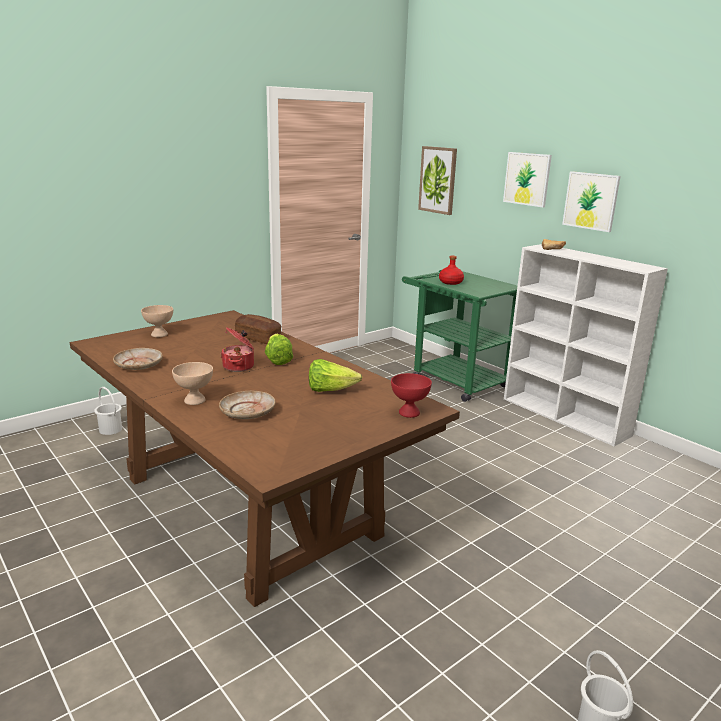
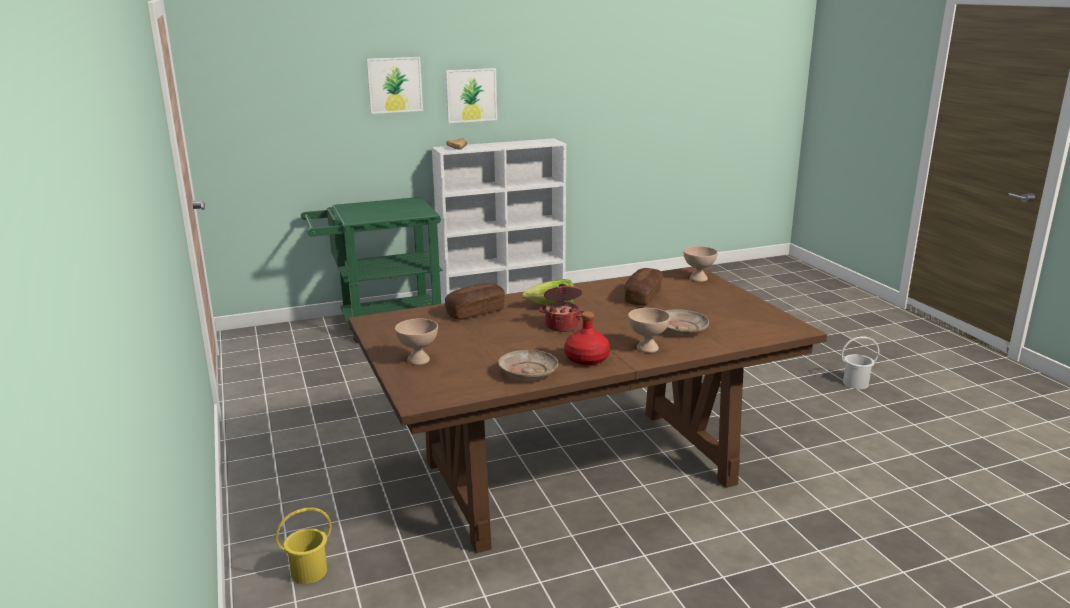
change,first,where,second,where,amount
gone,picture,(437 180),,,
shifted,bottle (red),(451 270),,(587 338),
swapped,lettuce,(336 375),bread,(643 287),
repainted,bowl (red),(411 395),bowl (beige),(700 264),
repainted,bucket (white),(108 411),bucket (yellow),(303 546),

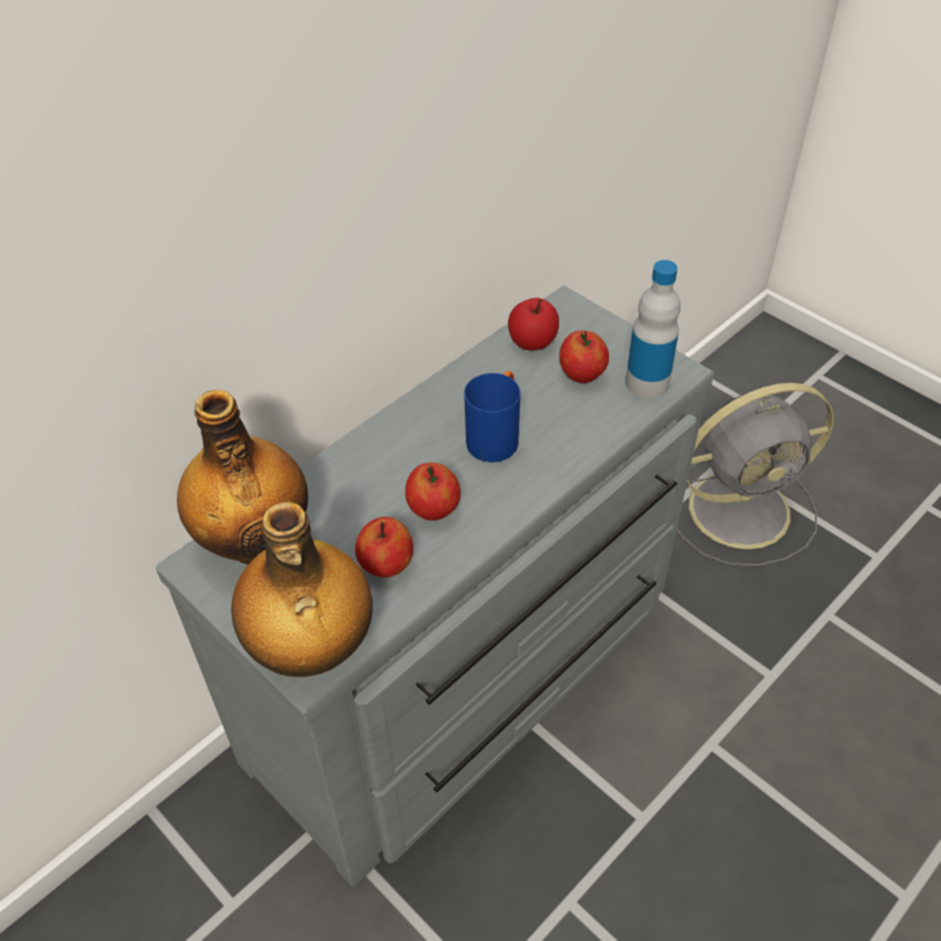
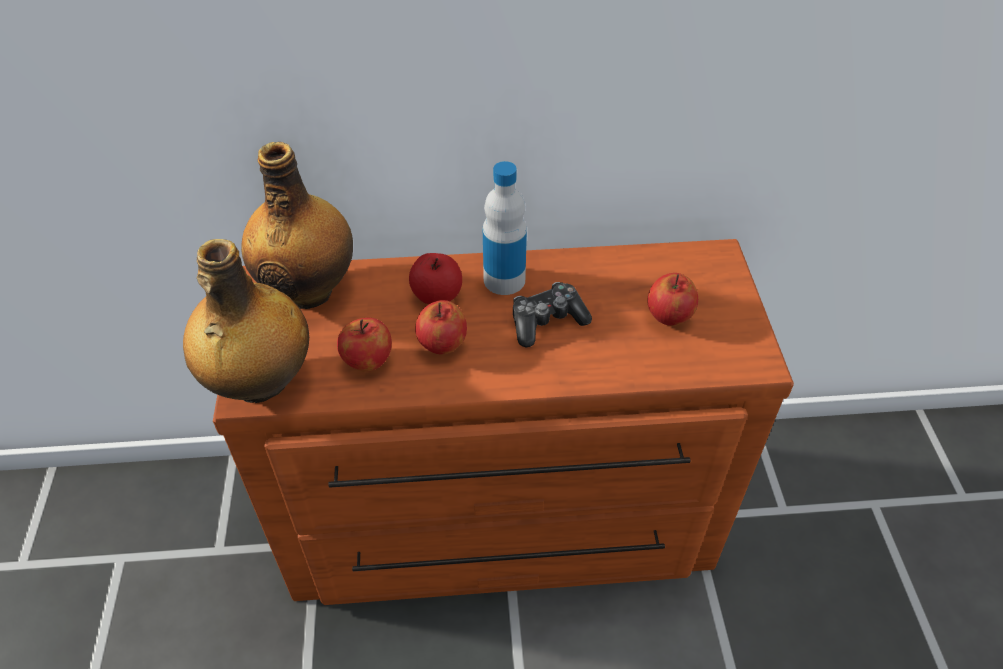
change,first,where,second,where,amount
shifted,bottle,(653 329),,(505 228),
repainted,dresser (grey),(435 586),dresser (brown),(503 422),
shifted,apple,(533 324),,(435 278),
swapped,mug (blue),(492 416),game controller,(552 314),
gone,fan (grey),(755 474),,,

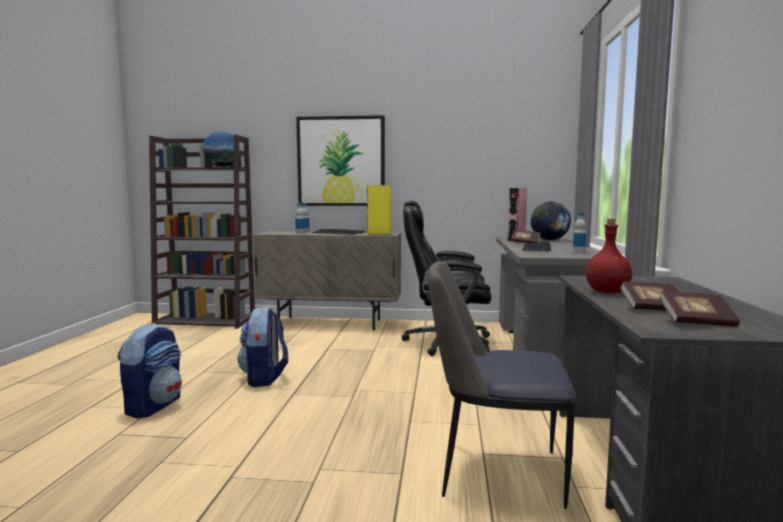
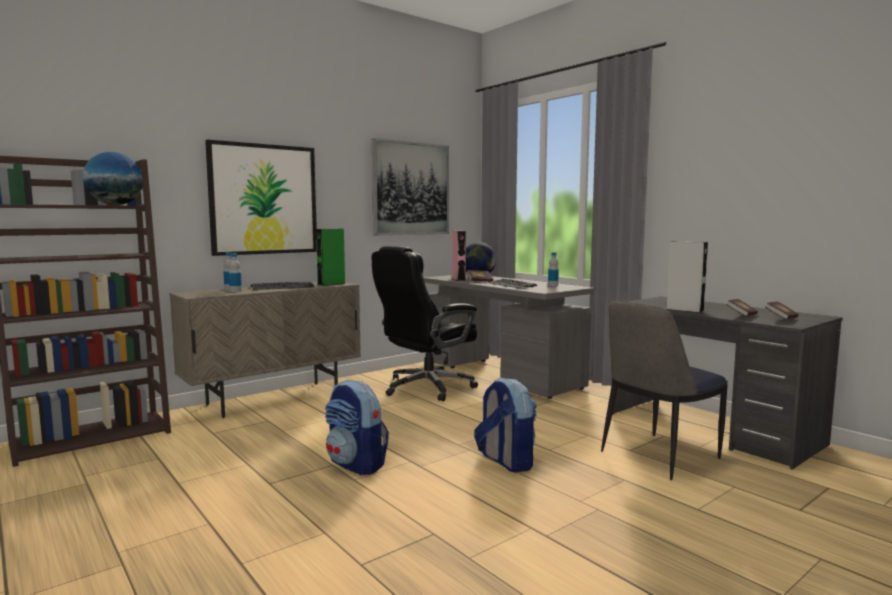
change,first,where,second,where,amount
repainted,speaker (yellow),(379 210),speaker (green),(330 257),
swapped,bottle (red),(609 256),speaker (grey),(687 277),
shifted,backpack,(150 370),,(505 424),
new,,,picture,(410 186),

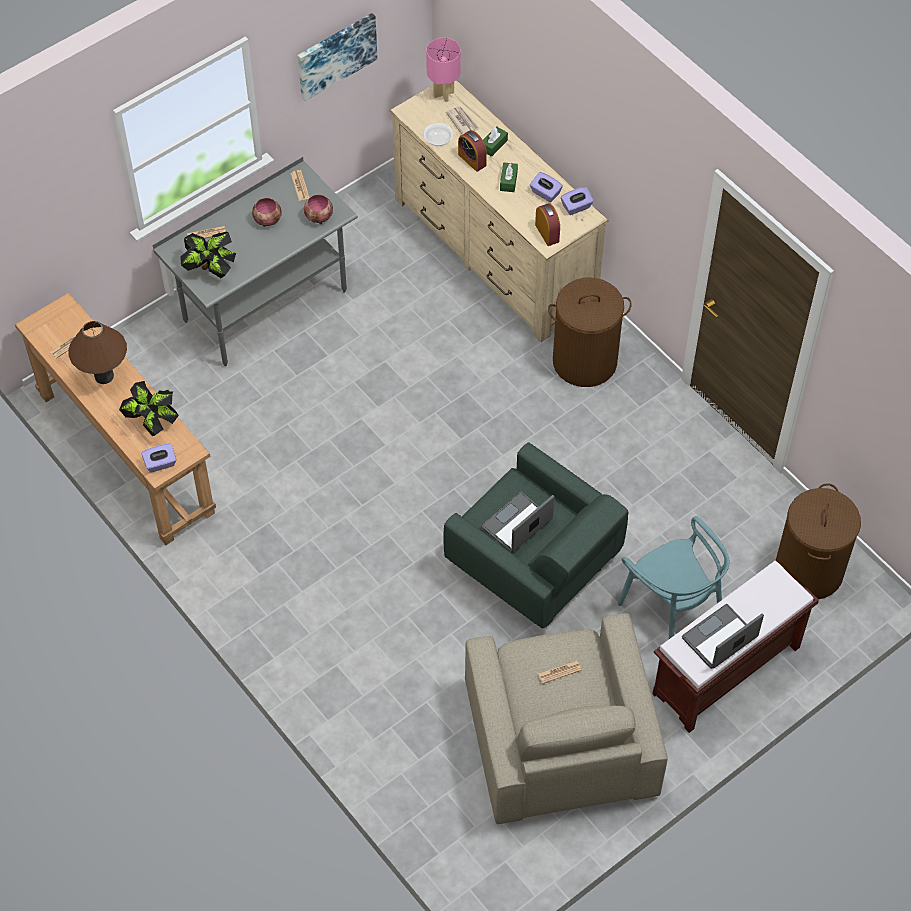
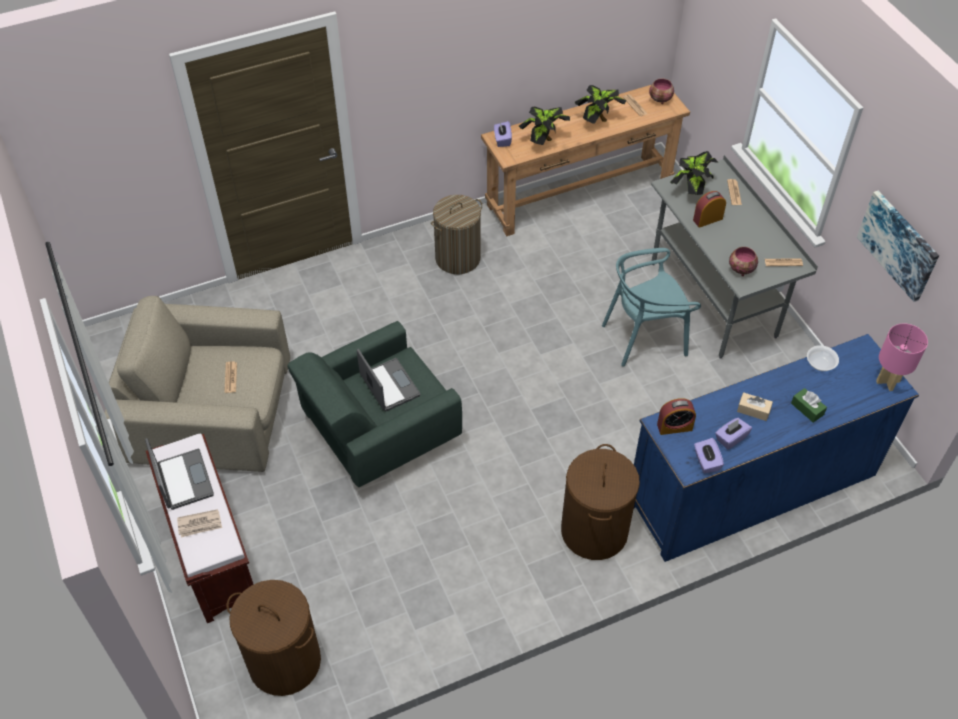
change,first,where,second,where,amount
repainted,dresser (beige),(499 211),dresser (blue),(776 448),
shifted,newspaper,(462 120),,(199 523),
shifted,alarm clock,(472 151),,(709 209),
repainted,tissue box (green),(509 177),tissue box (beige),(755 406),
shifted,bowl,(267 212),,(661 91),
swapped,table lamp (brown),(97 352),potted plant,(600 104),
shifted,chair (turquoise),(673 577),,(651 307),
new,,,laundry basket,(456 234),

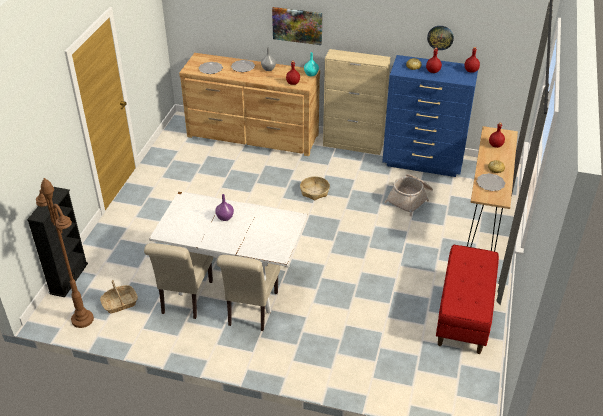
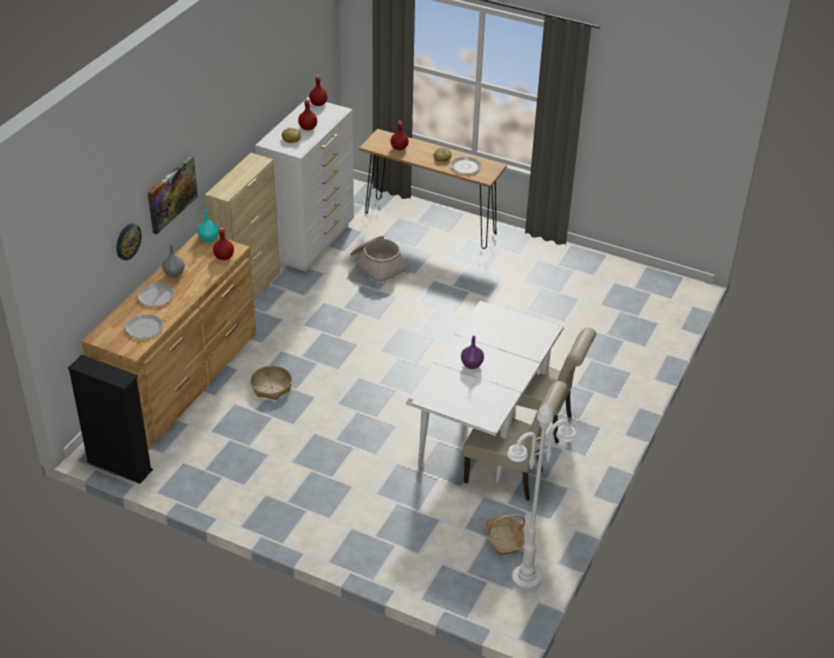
change,first,where,second,where,amount
shifted,wall clock,(440 38),,(129 242),
repainted,dresser (blue),(430 116),dresser (white),(304 184),
shifted,basket,(315 188),,(271 383),
repainted,floor lamp (brown),(65 253),floor lamp (white),(541 497),
shifted,bookcase (black),(57 242),,(110 419),
gone,bench (red),(467 299),,,

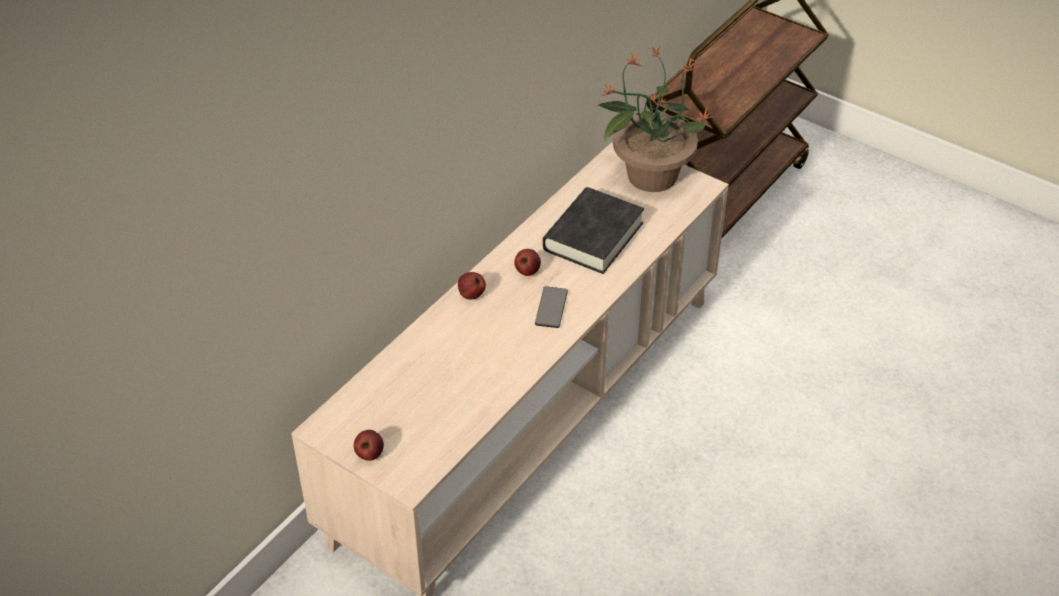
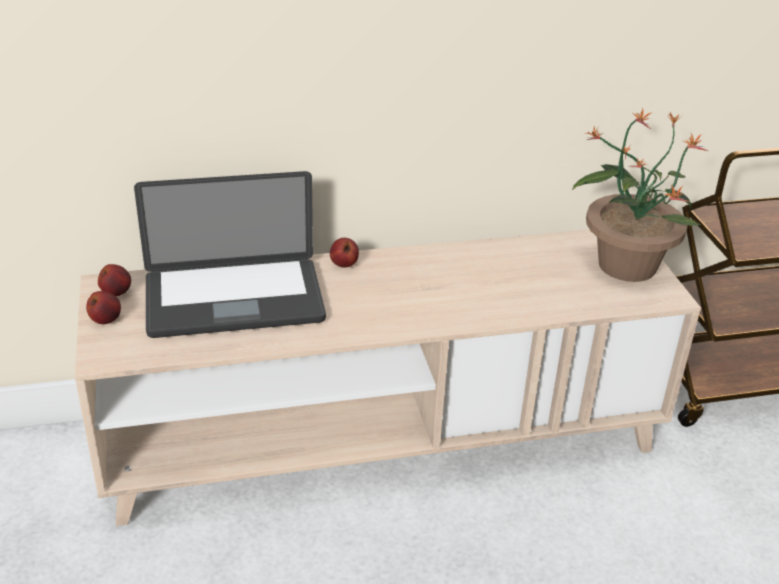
change,first,where,second,where,amount
gone,book (black),(593 230),,,
shifted,apple,(527 262),,(114 280),
gone,phone,(551 307),,,
new,,,laptop,(230 254),

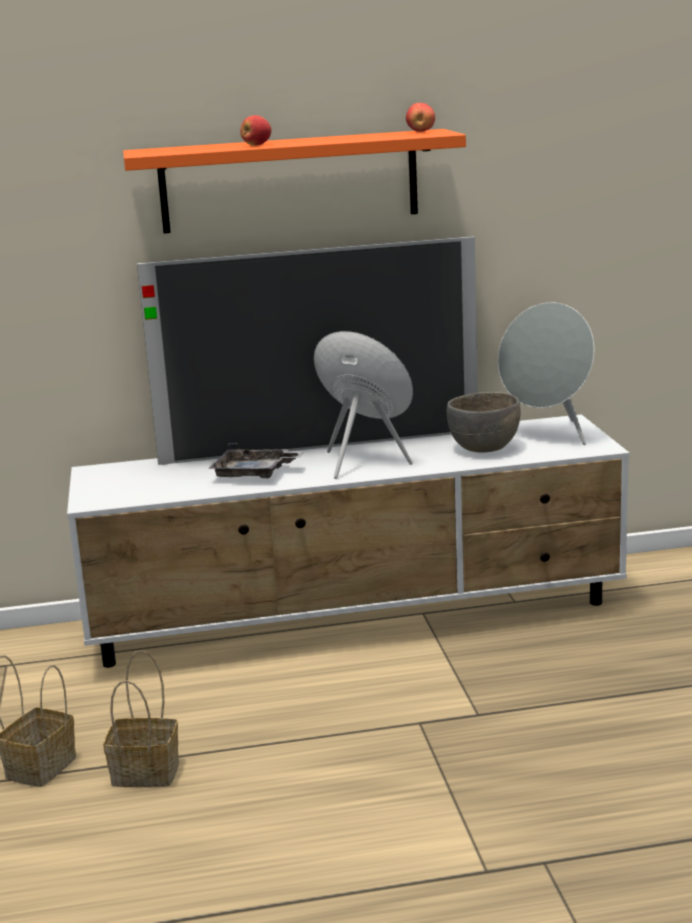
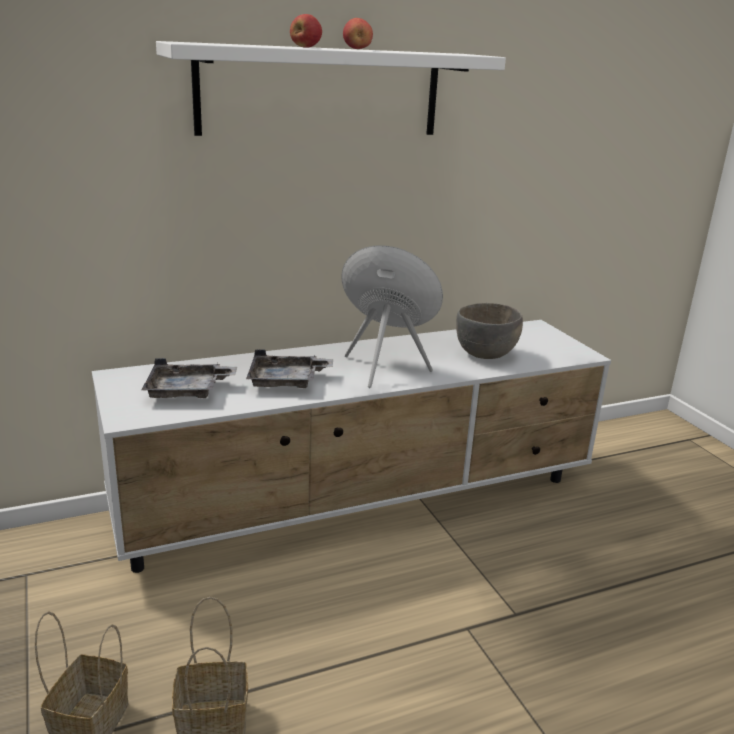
change,first,where,second,where,amount
shifted,apple,(420 117),,(358 33),
repainted,shelf (orange),(294 181),shelf (white),(331 88),
gone,television,(307 350),,,
gone,speaker (grey),(546 373),,,
new,,,tray (grey),(189 378),

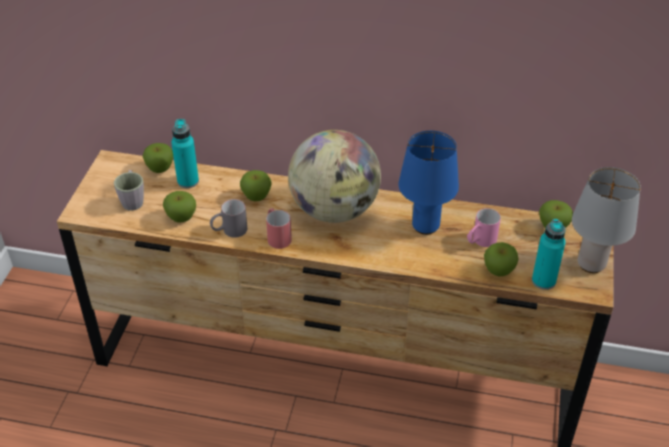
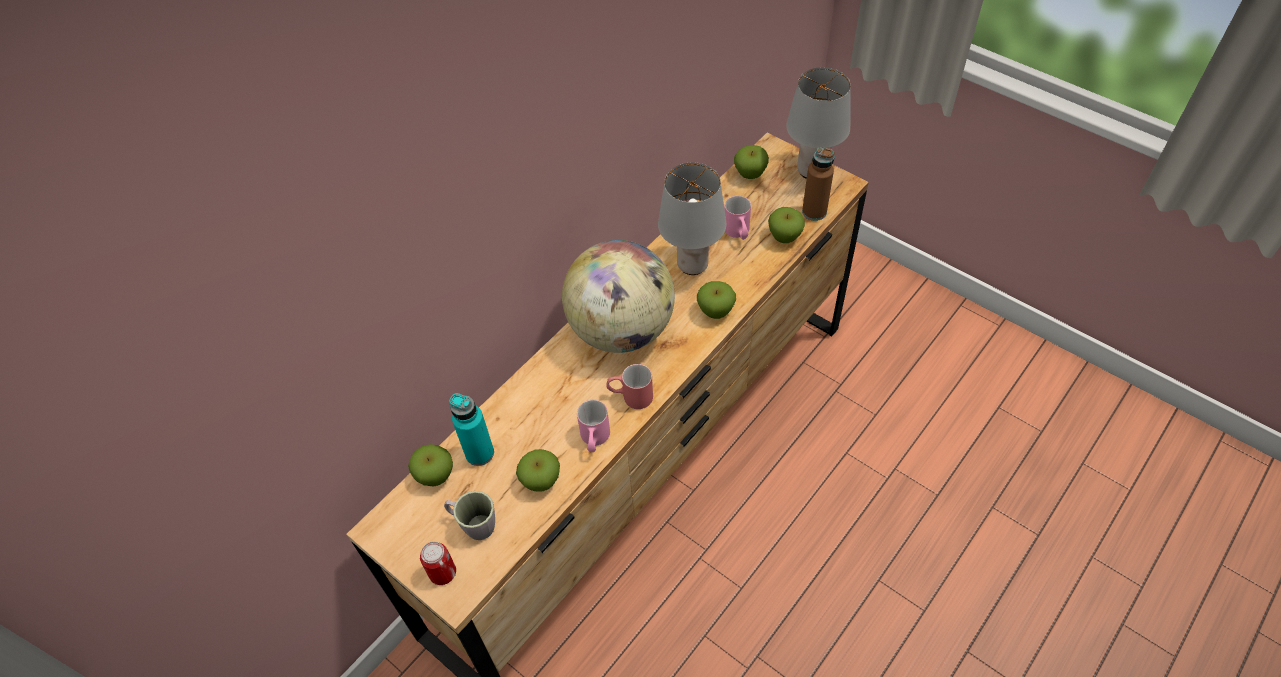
change,first,where,second,where,amount
repainted,table lamp (blue),(429 183),table lamp (grey),(692 219),
shifted,apple,(256 185),,(716 300),
repainted,mug (grey),(228 218),mug (pink),(593 426),
repainted,bottle (turquoise),(549 254),bottle (brown),(818 184),
new,,,can,(438 563),

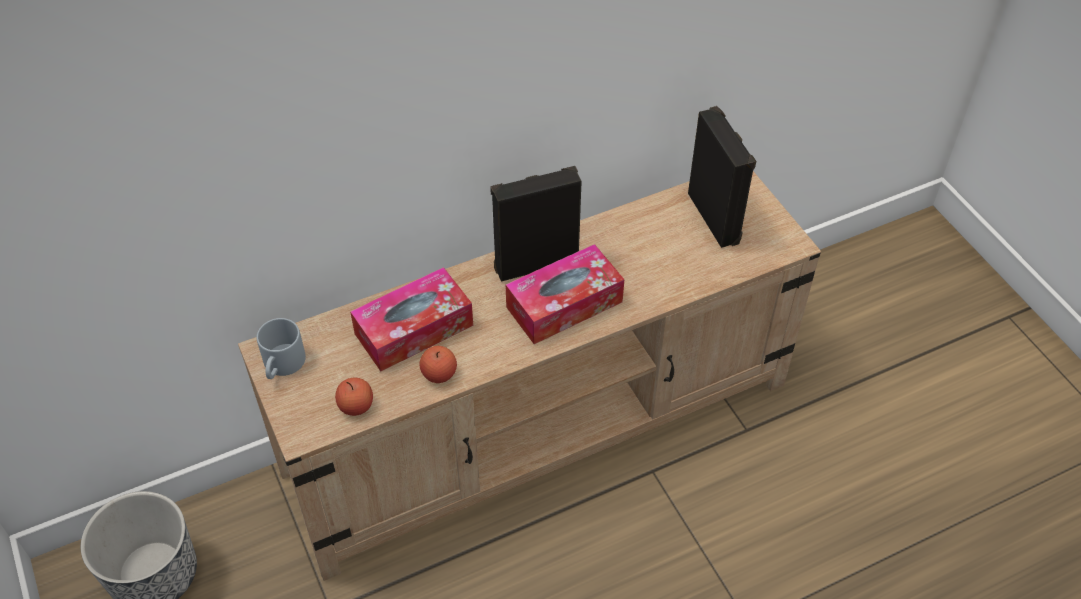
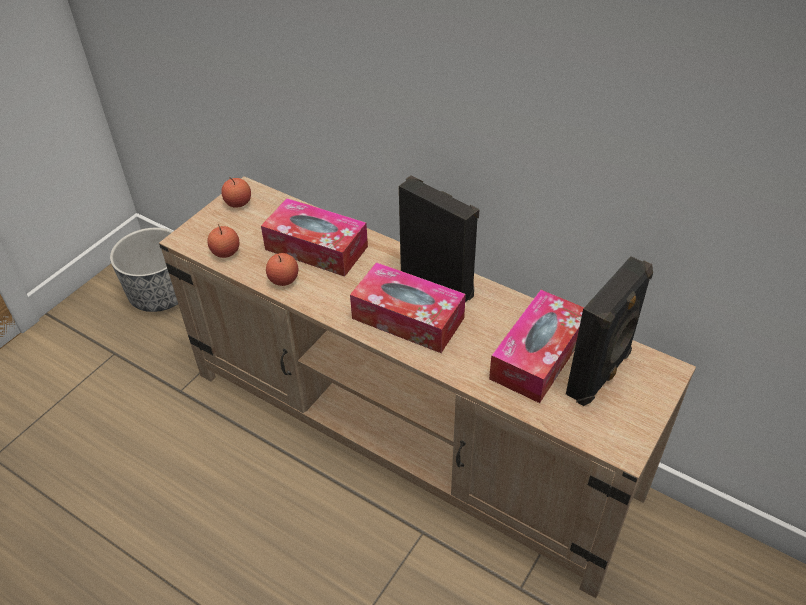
change,first,where,second,where,amount
swapped,mug (grey),(281 348),apple,(236 193),
new,,,tissue box,(536 346),

